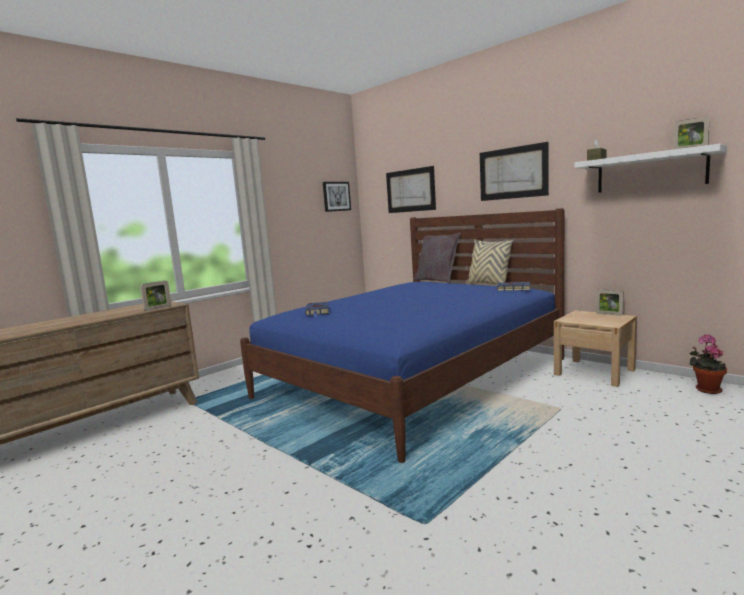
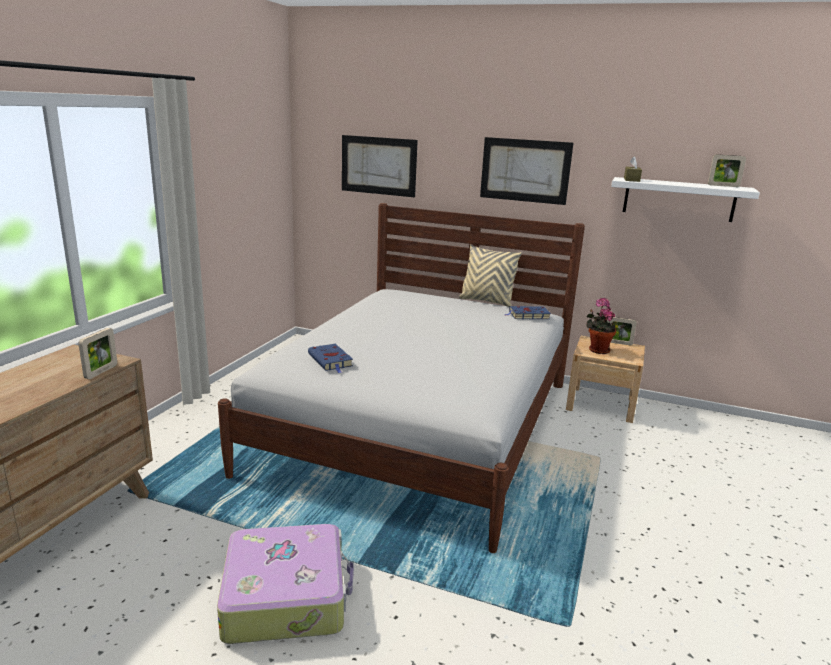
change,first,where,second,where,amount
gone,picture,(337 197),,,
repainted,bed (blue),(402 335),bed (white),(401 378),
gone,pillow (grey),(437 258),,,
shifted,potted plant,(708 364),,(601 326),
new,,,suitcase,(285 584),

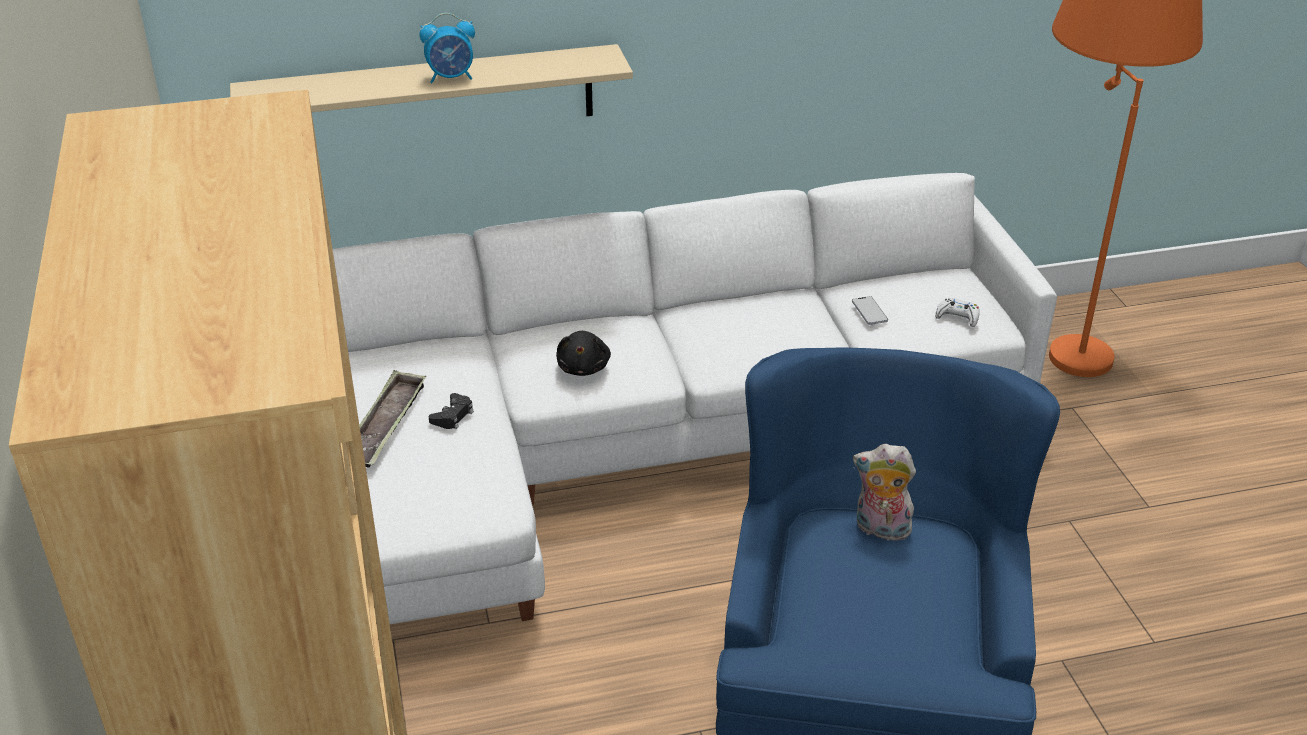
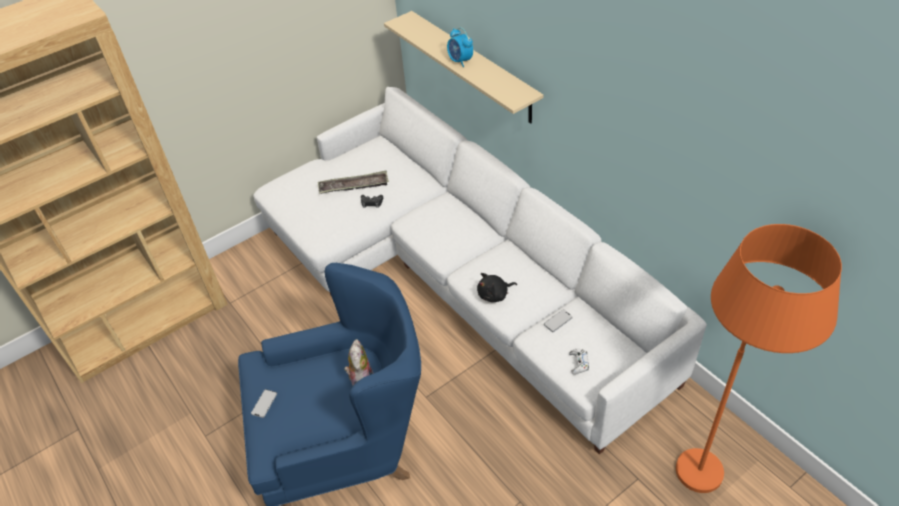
change,first,where,second,where,amount
shifted,plush toy (black),(583 353),,(497 287),
new,,,phone,(264 403),

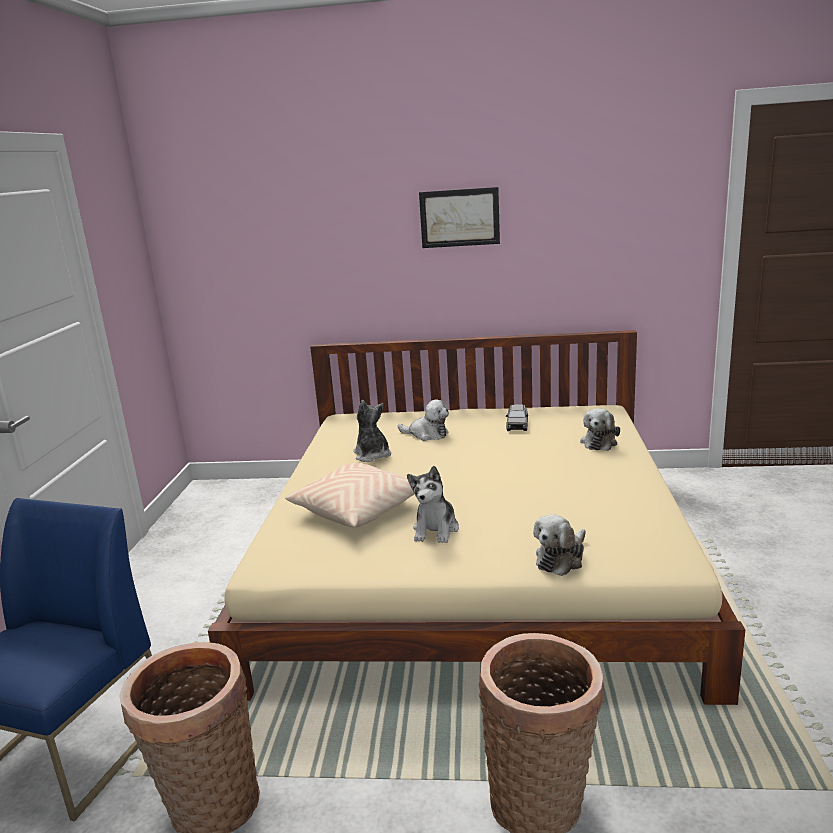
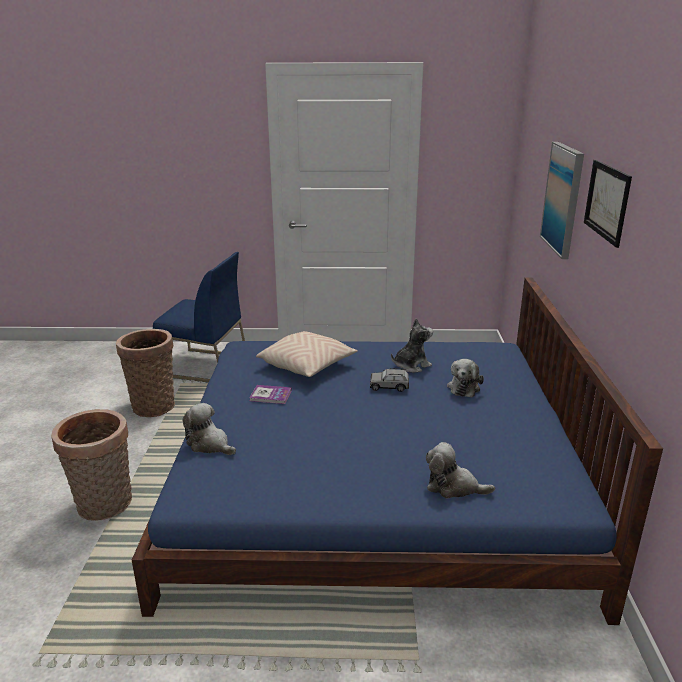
change,first,where,second,where,amount
repainted,bed (beige),(476 517),bed (blue),(397 451),
shifted,toy car (grey),(517 418),,(389 380),
swapped,plush toy,(433 504),book,(270 394),
new,,,picture,(562 200),

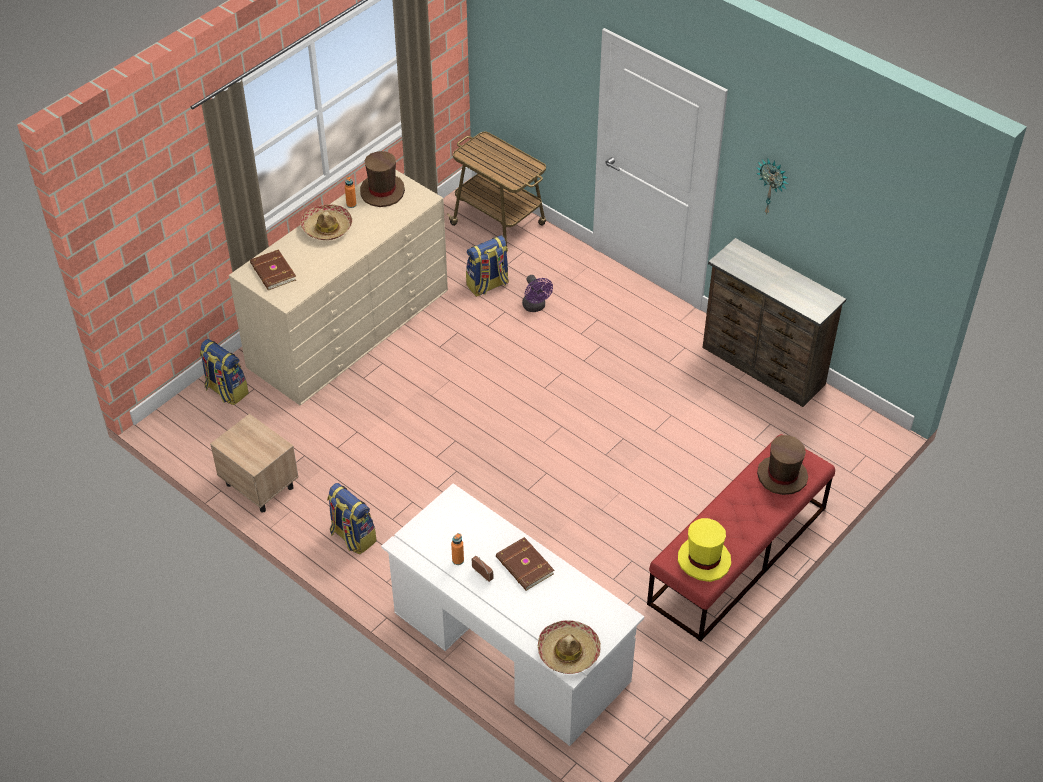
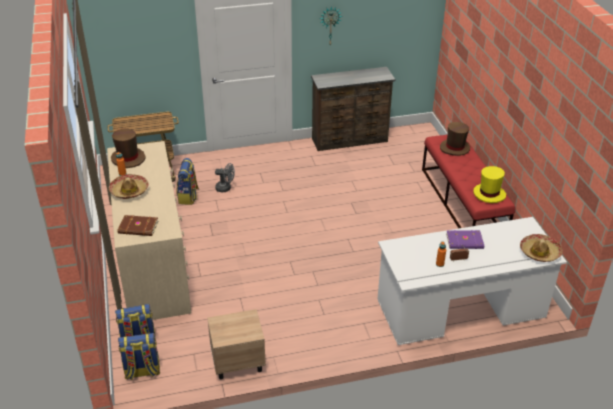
change,first,where,second,where,amount
repainted,fan (purple),(537 293),fan (grey),(225 177),
shifted,backpack,(352 518),,(139 356),
repainted,book (brown),(525 564),book (purple),(465 239),

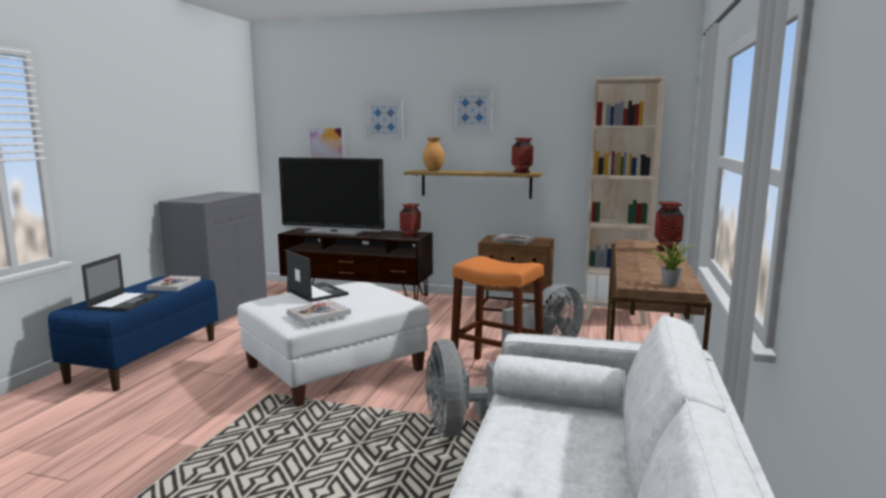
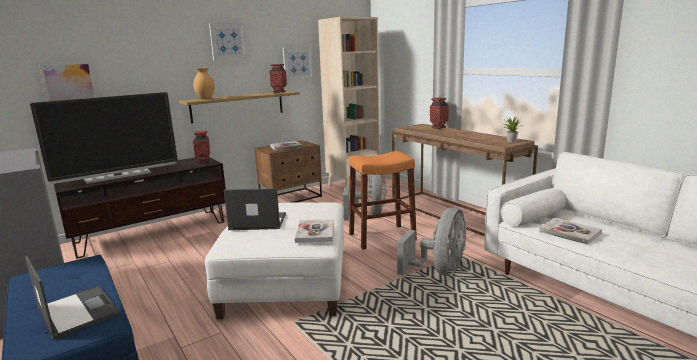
change,first,where,second,where,amount
shifted,picture,(384 119),,(298 64),
shifted,book,(173 283),,(570 231),
rotated,fan (grey),(460 388),,(431 242),90 degrees counterclockwise

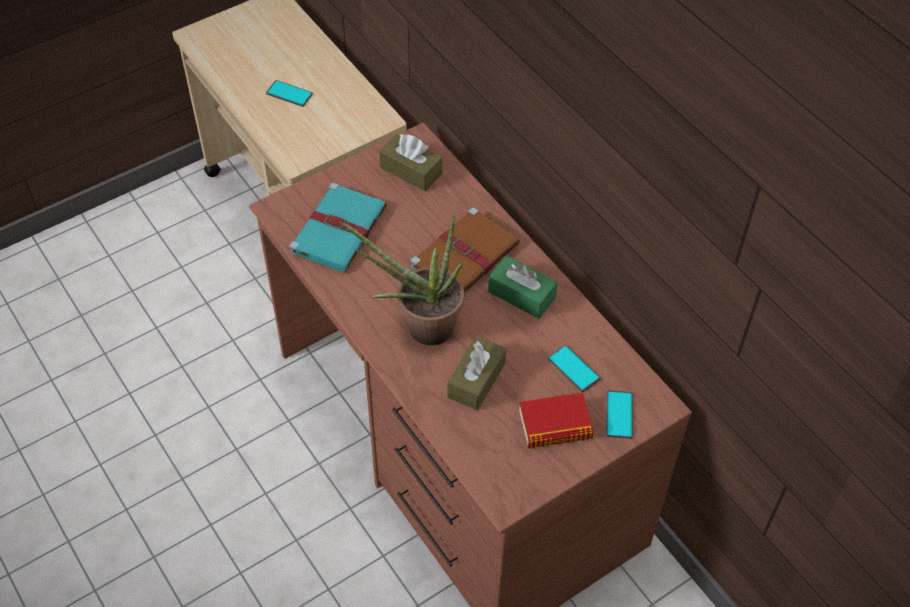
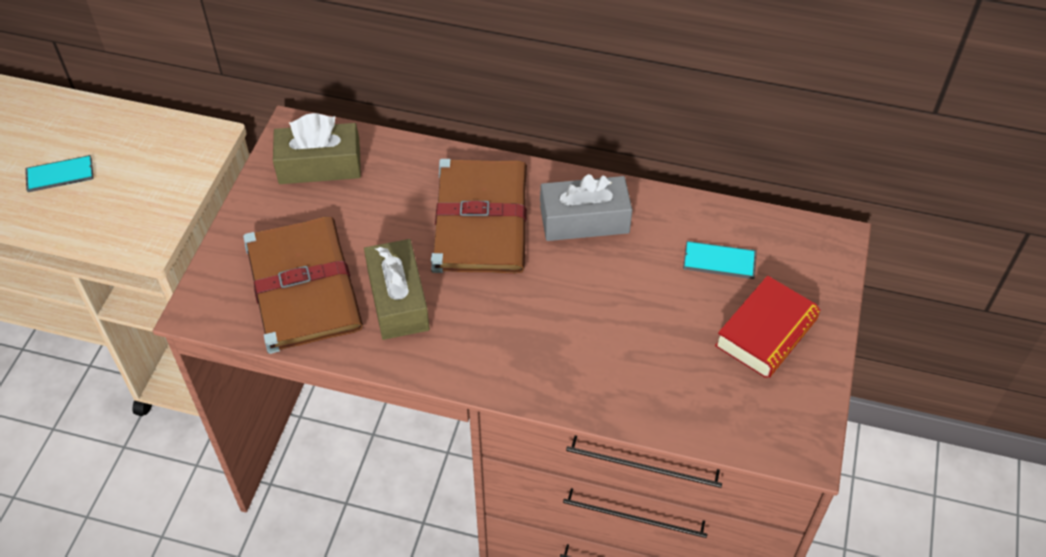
change,first,where,second,where,amount
repainted,book (turquoise),(338 227),book (brown),(303 285),
gone,potted plant,(402 278),,,
repainted,tissue box (green),(523 287),tissue box (grey),(586 207),
shifted,tissue box (brown),(476 373),,(397 289),
gone,phone,(619 414),,,

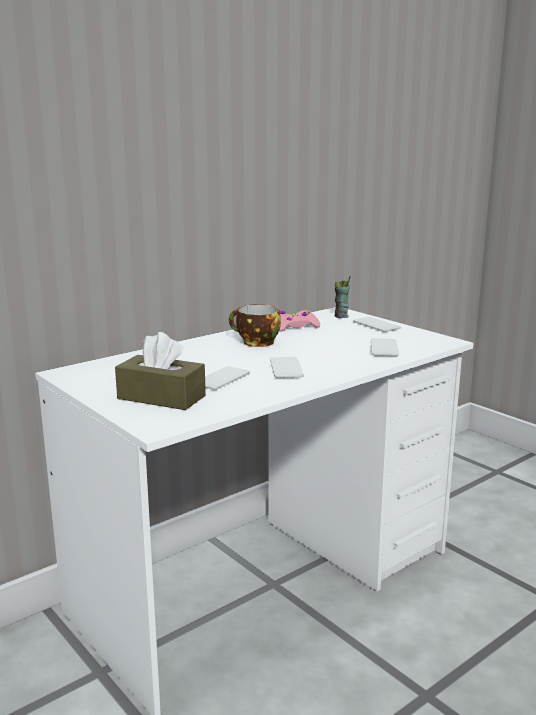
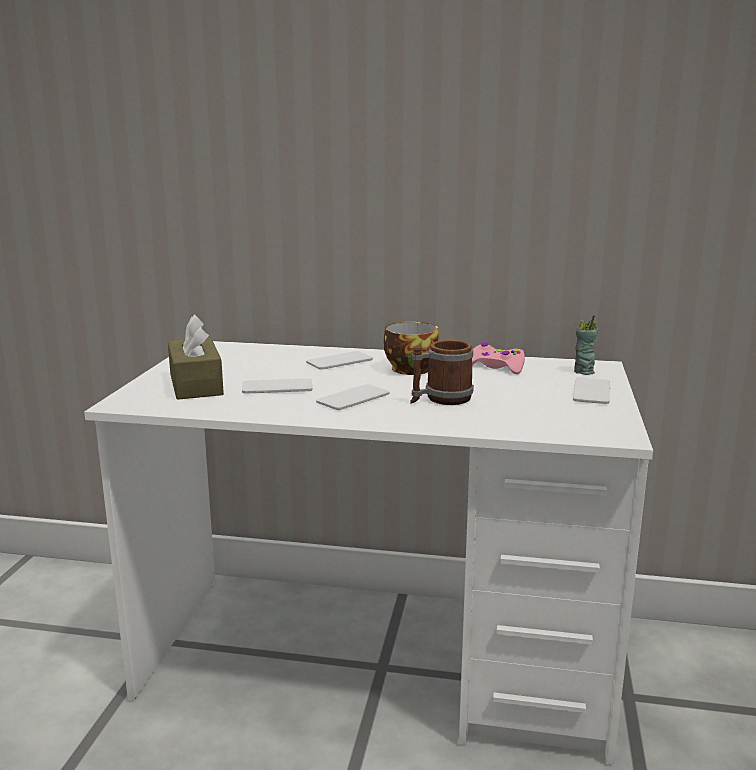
change,first,where,second,where,amount
shifted,phone,(385 347),,(339 360),
new,,,mug,(442 372),

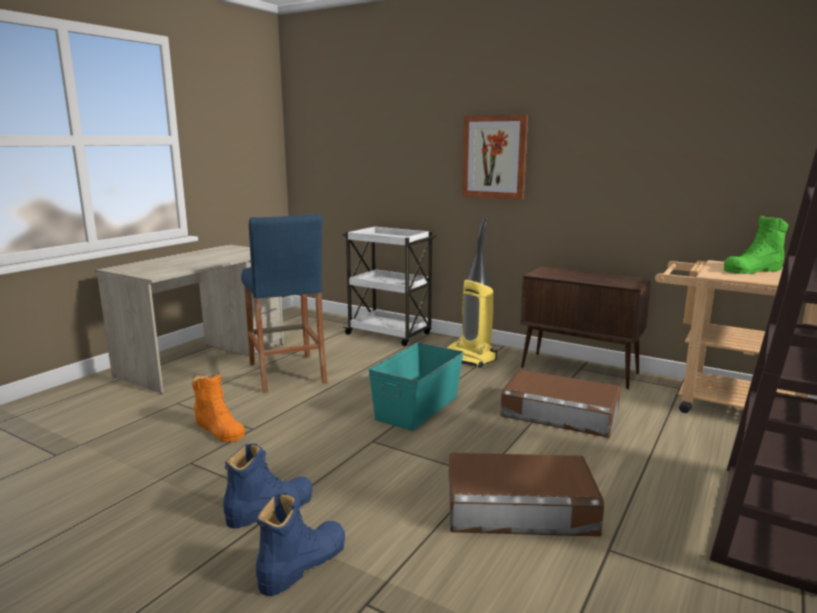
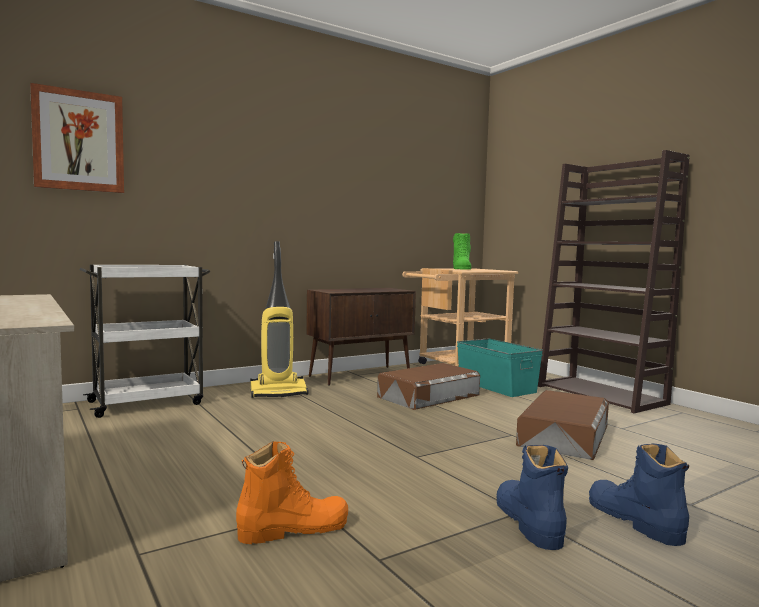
change,first,where,second,where,amount
shifted,picture,(495 157),,(77 138),
gone,stool (blue),(284 303),,,
shifted,storage box (turquoise),(416 386),,(500 367),

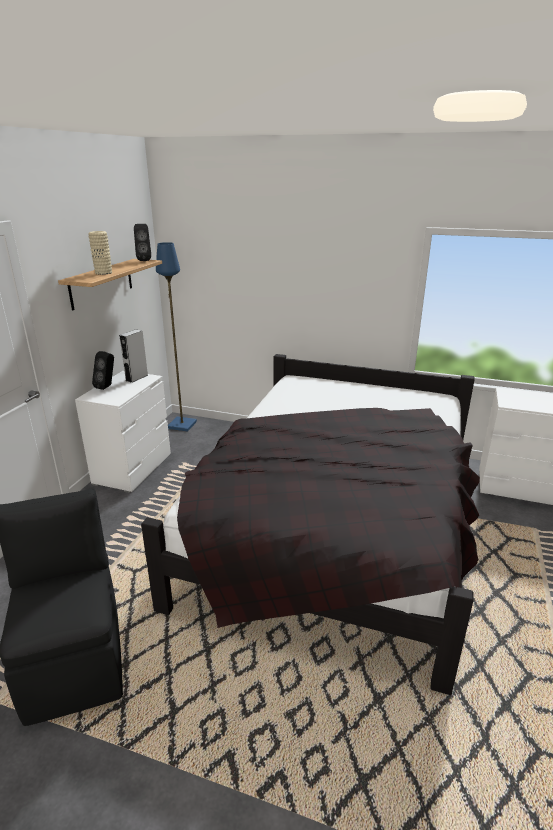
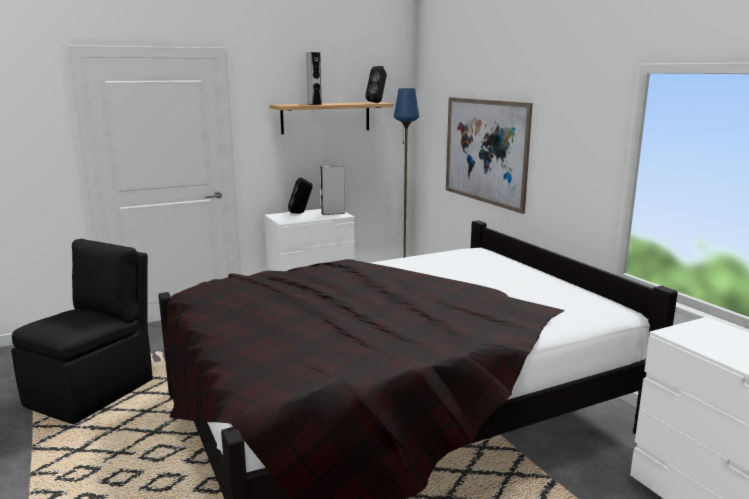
change,first,where,second,where,amount
swapped,vase (beige),(100 253),speaker (grey),(314 78),
new,,,picture,(489 155),

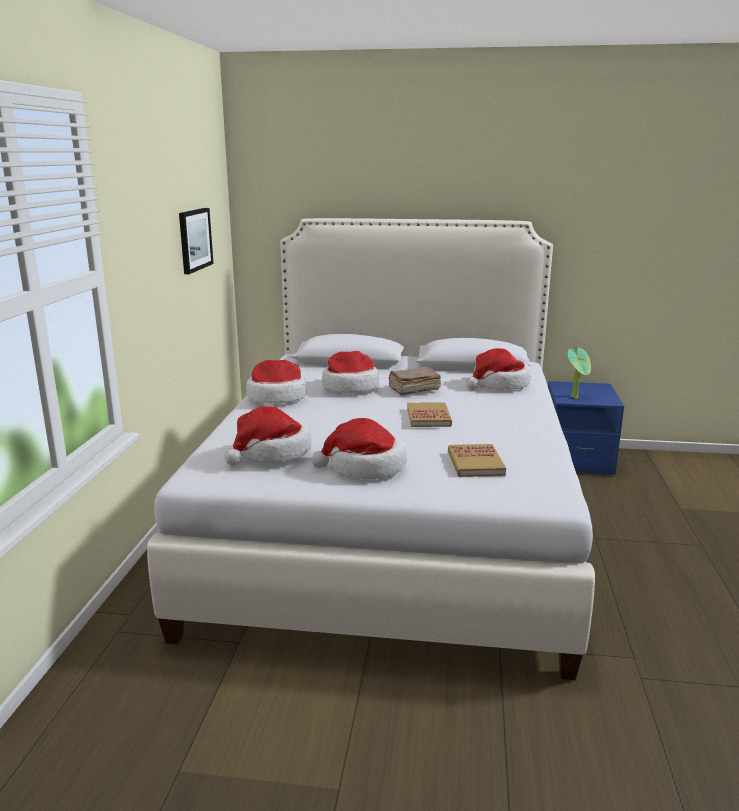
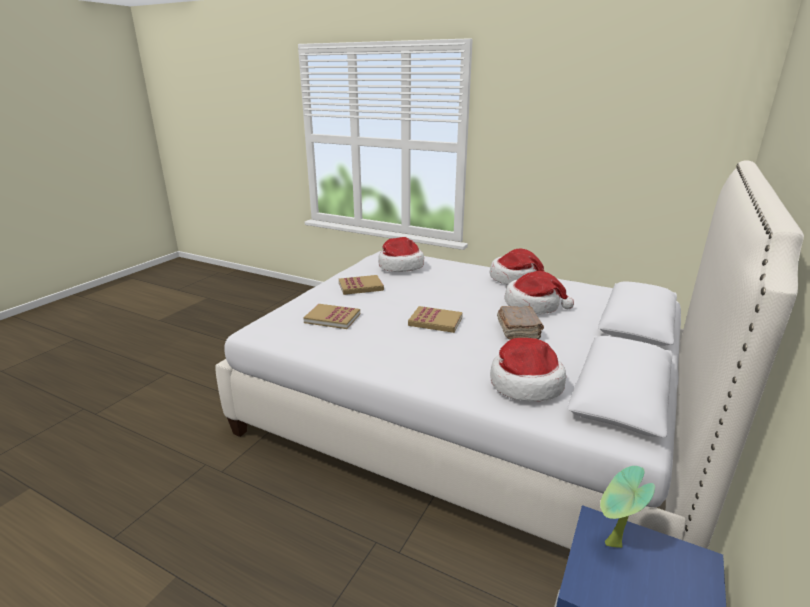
change,first,where,second,where,amount
gone,picture,(196 241),,,
swapped,hat,(359 448),book,(361 285),

